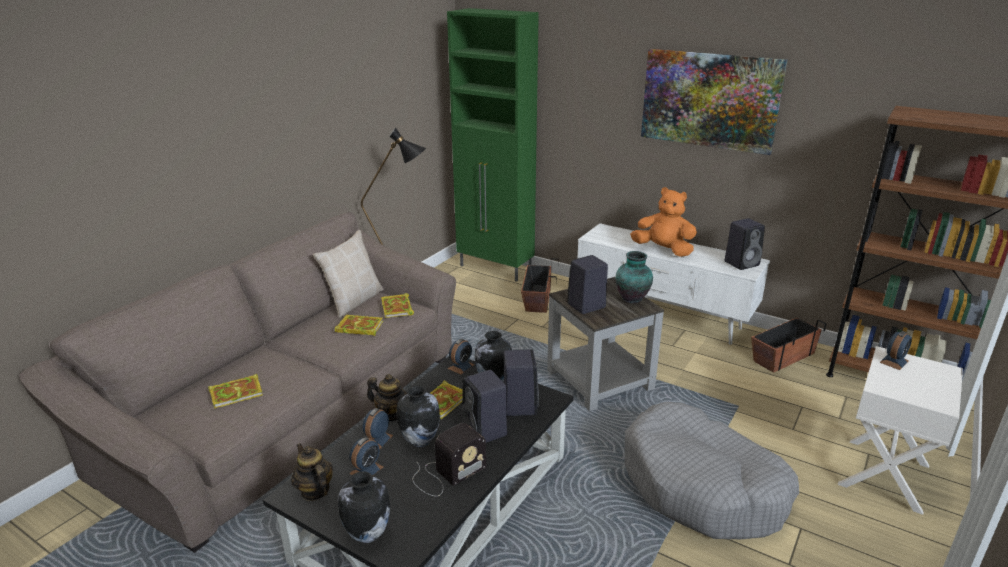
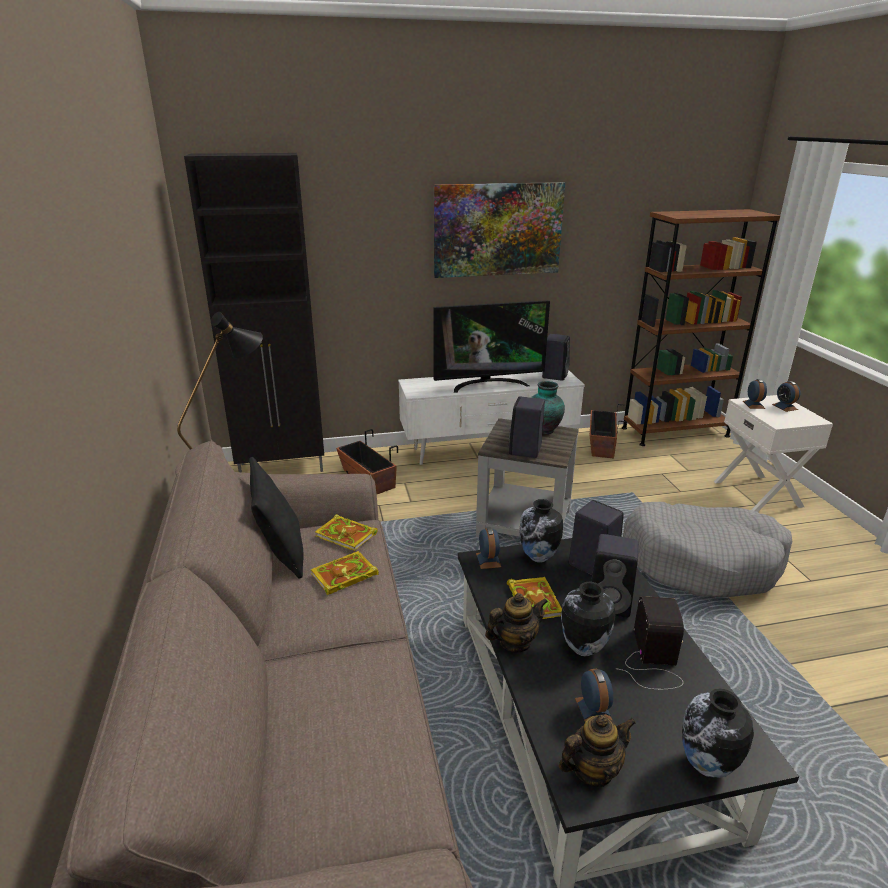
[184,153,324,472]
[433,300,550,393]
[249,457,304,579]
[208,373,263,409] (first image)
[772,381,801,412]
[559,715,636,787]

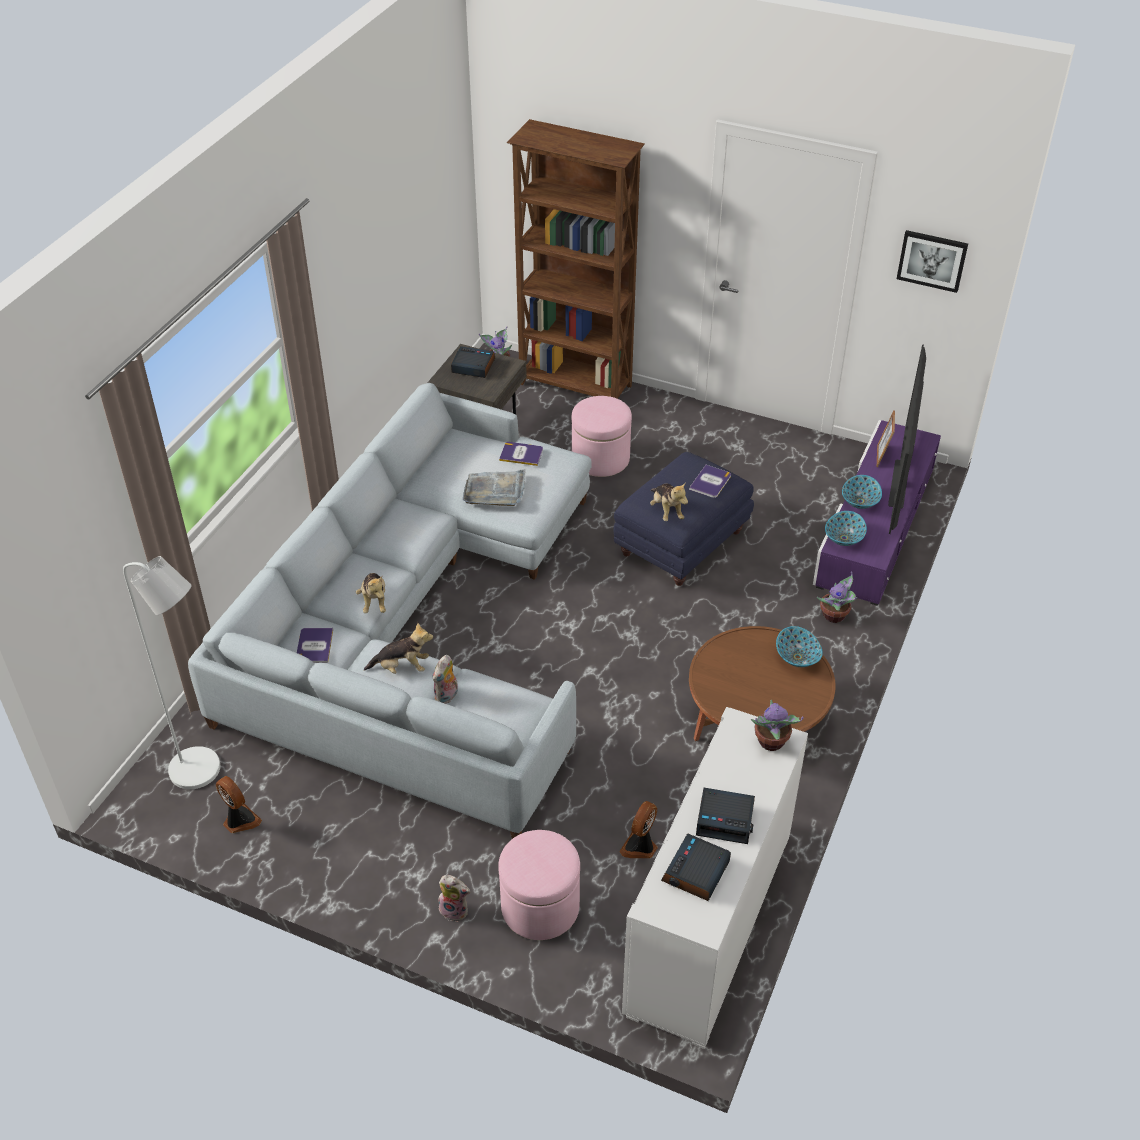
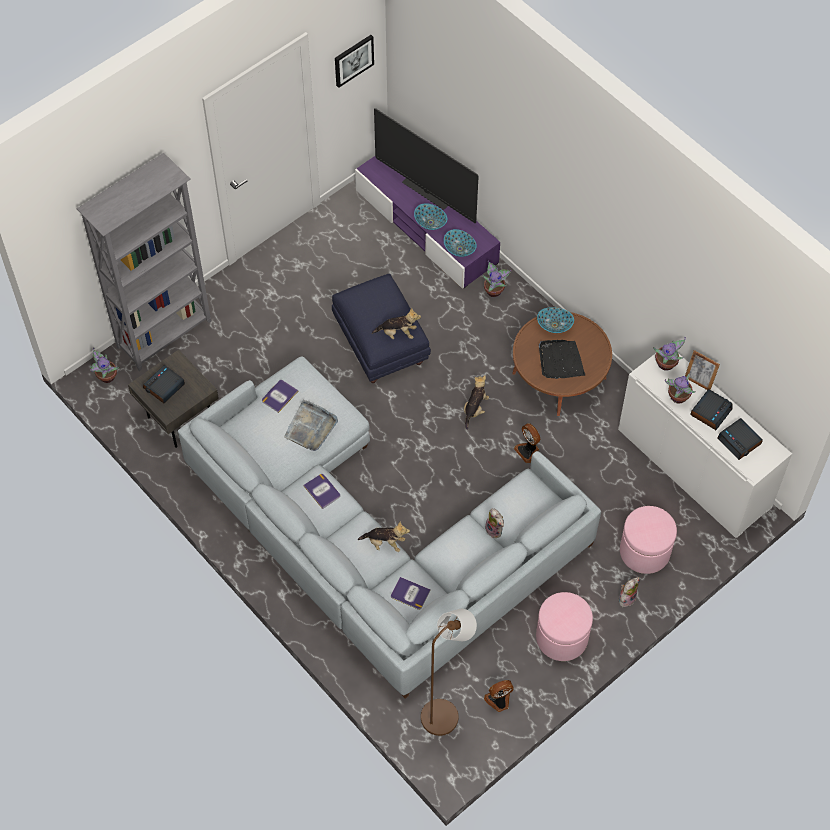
[77,153,211,371]
[536,592,593,661]
[685,350,720,390]
[303,474,340,509]
[421,609,477,736]
[464,376,489,430]
[514,423,540,463]
[539,340,585,379]
[665,374,696,404]

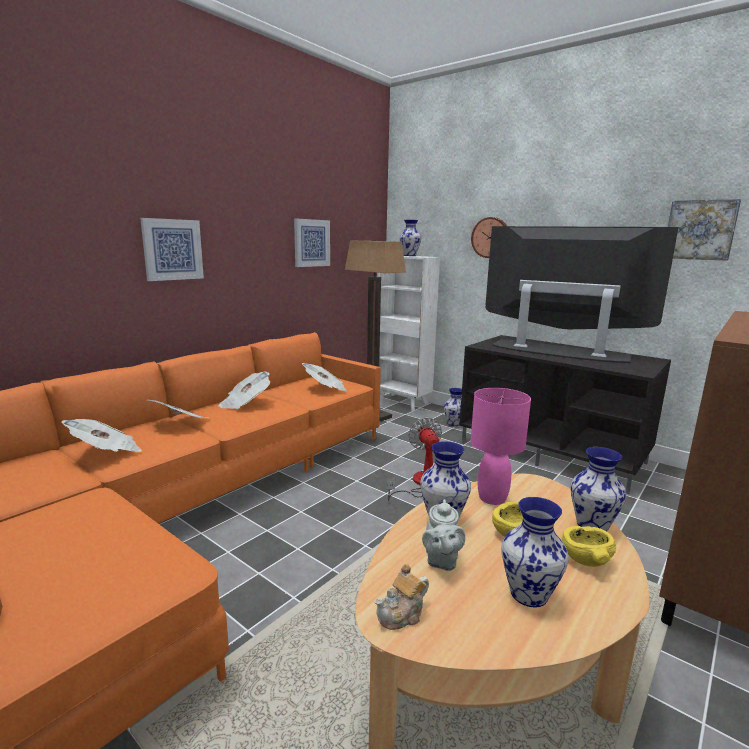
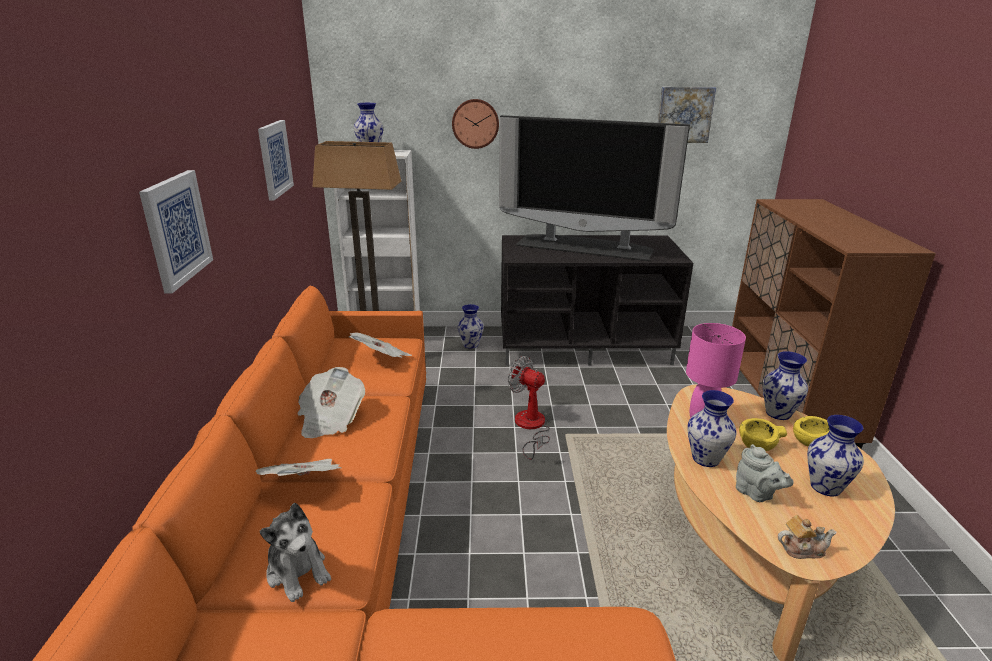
[499,115,690,261]
[260,503,331,602]
[778,515,836,559]

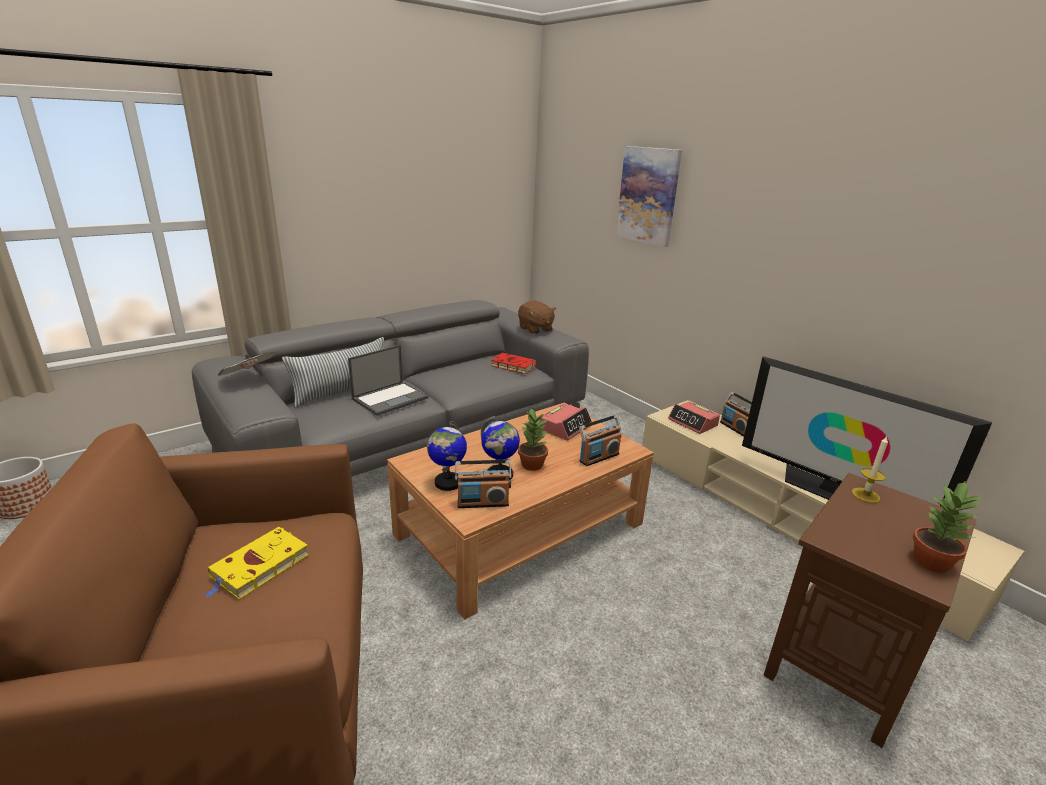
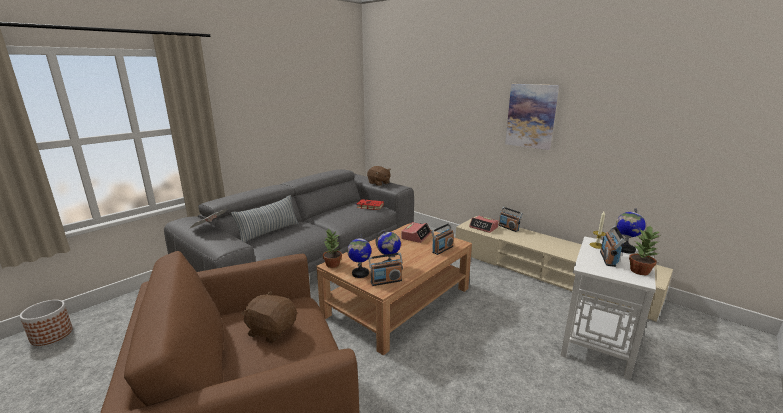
[505,84,559,150]
[348,345,429,416] (first image)
[742,356,993,507] (first image)
[323,229,342,268]
[560,236,656,380]
[242,291,297,343]
[616,208,646,253]
[600,226,625,267]

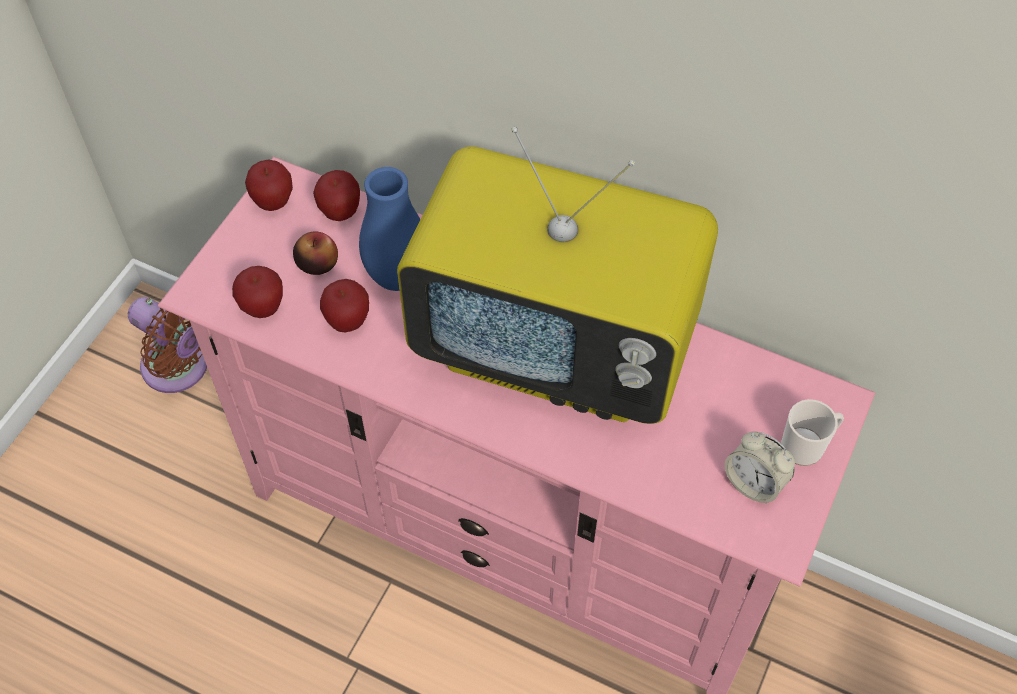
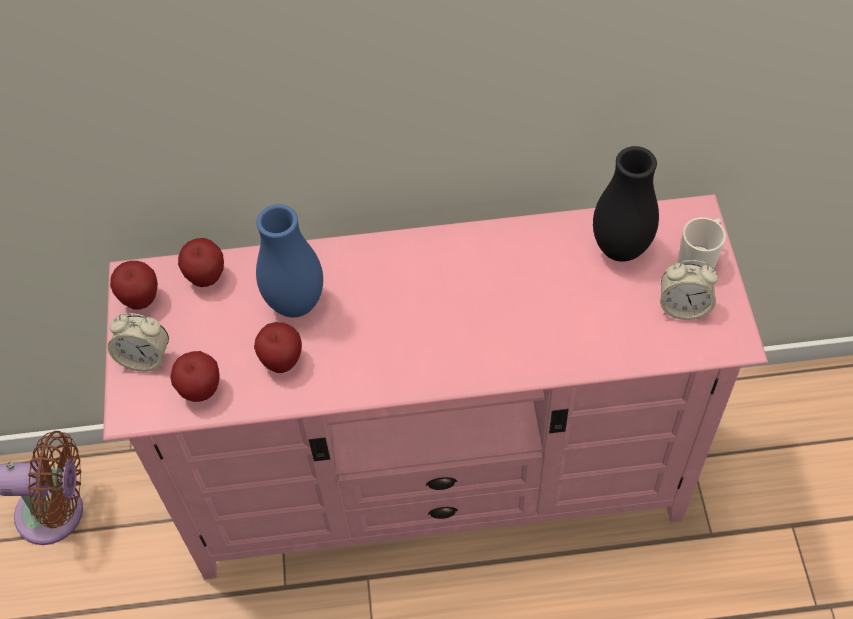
[397,127,718,424] (first image)
[293,231,338,275] (first image)
[593,146,659,262]
[108,313,169,372]

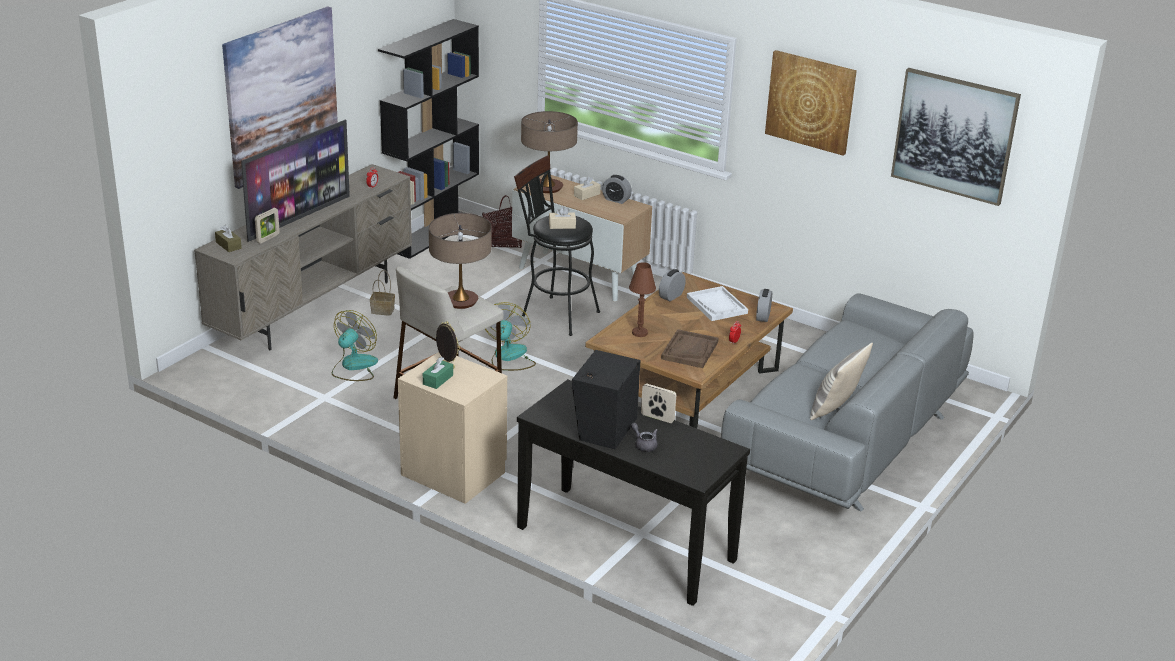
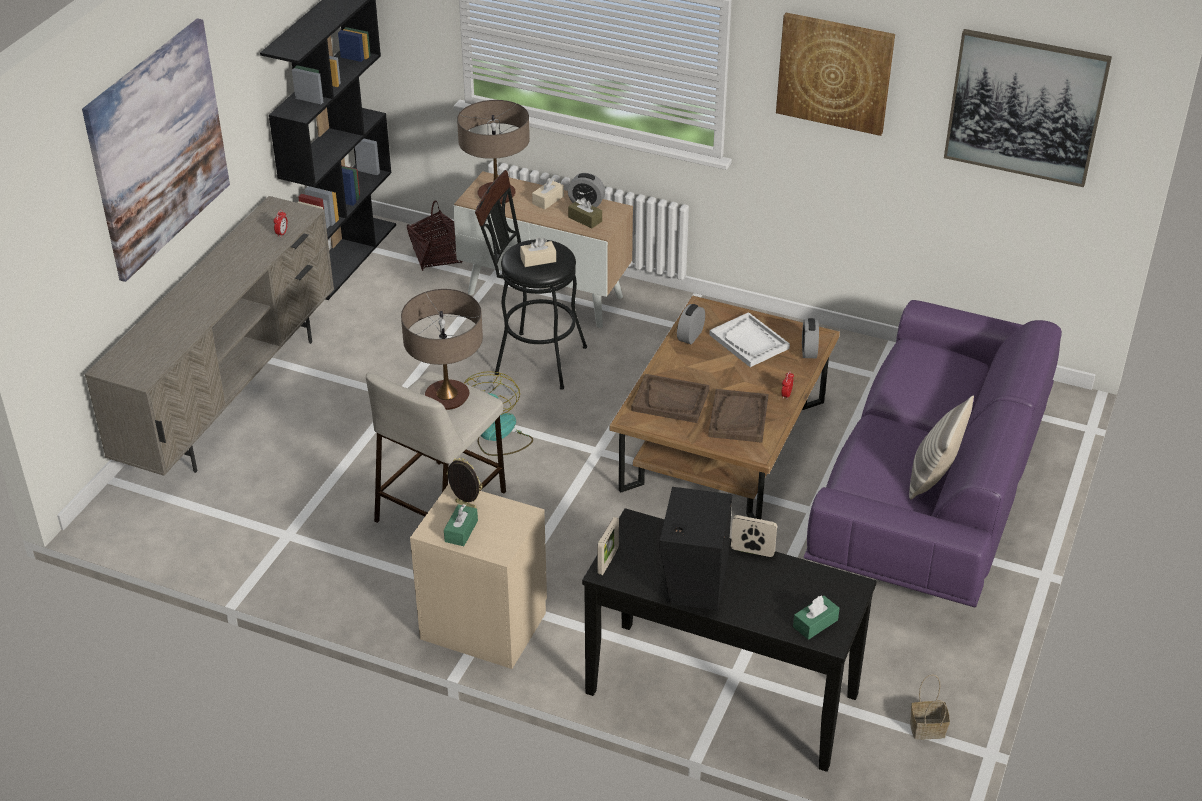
[241,119,350,242] (first image)
[597,517,619,575]
[568,197,602,228]
[631,374,710,423]
[910,674,950,739]
[804,300,1062,607]
[332,310,378,381] (first image)
[631,422,658,452] (first image)
[793,596,840,640]

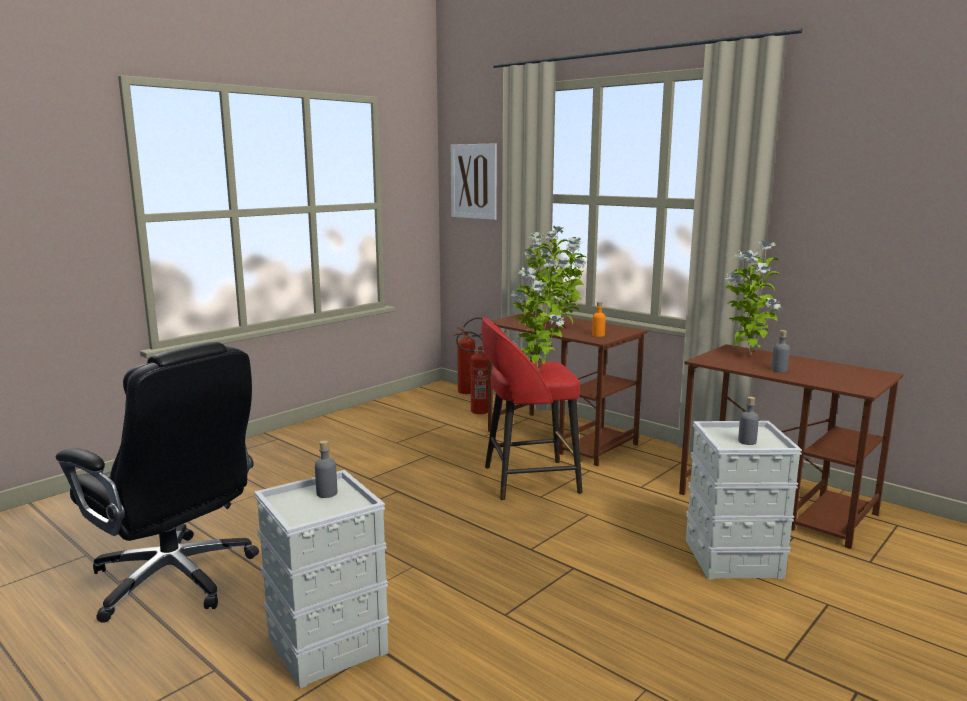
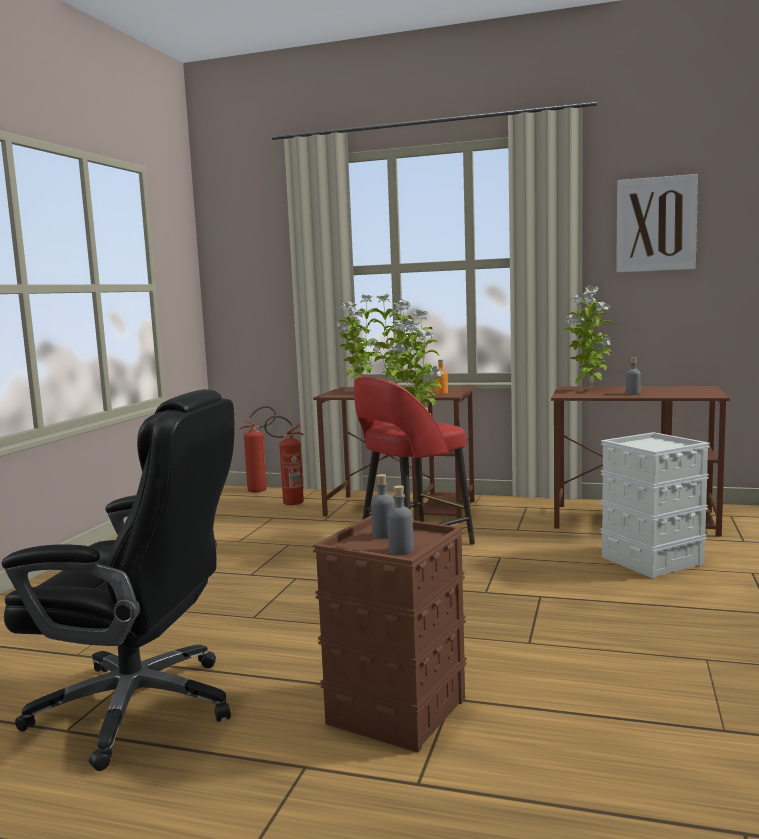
[616,174,698,273]
[388,485,414,554]
[313,515,467,752]

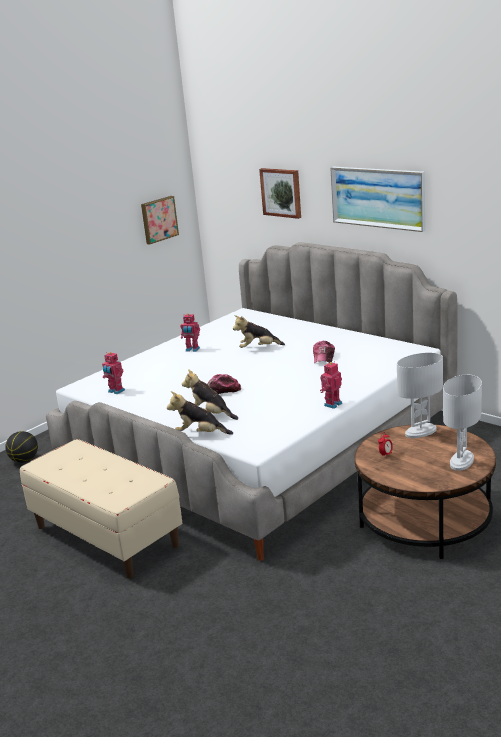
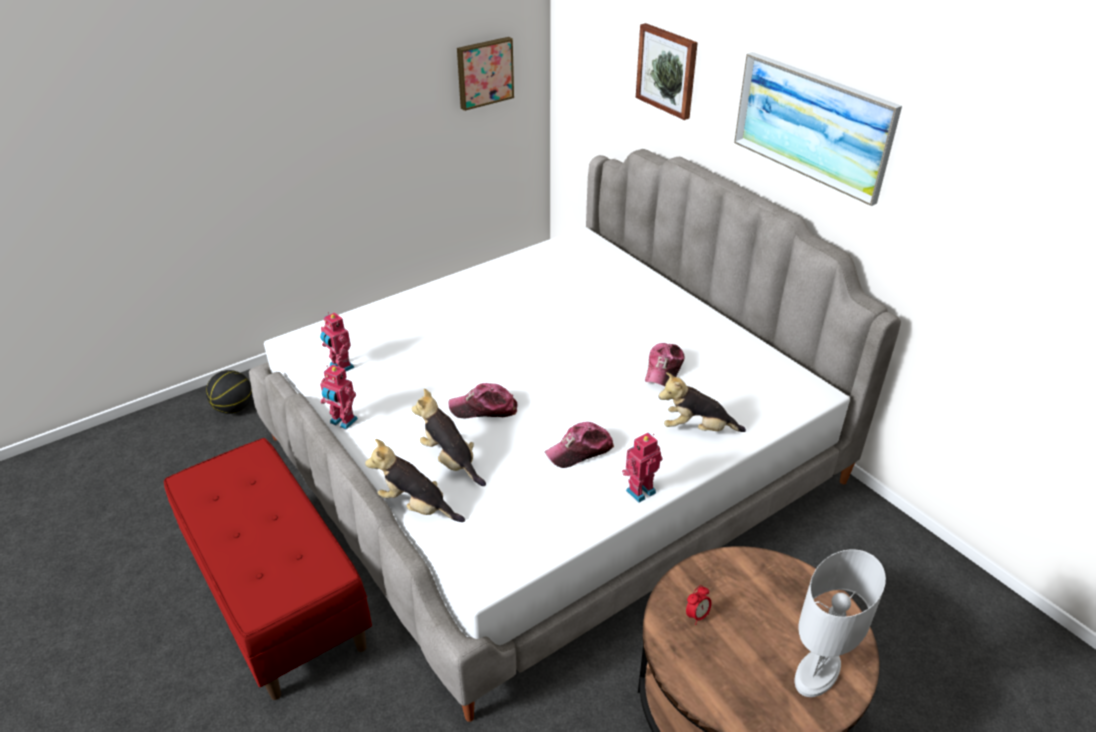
[320,364,358,429]
[658,372,746,432]
[397,353,443,438] (first image)
[164,438,372,700]
[545,422,614,468]

